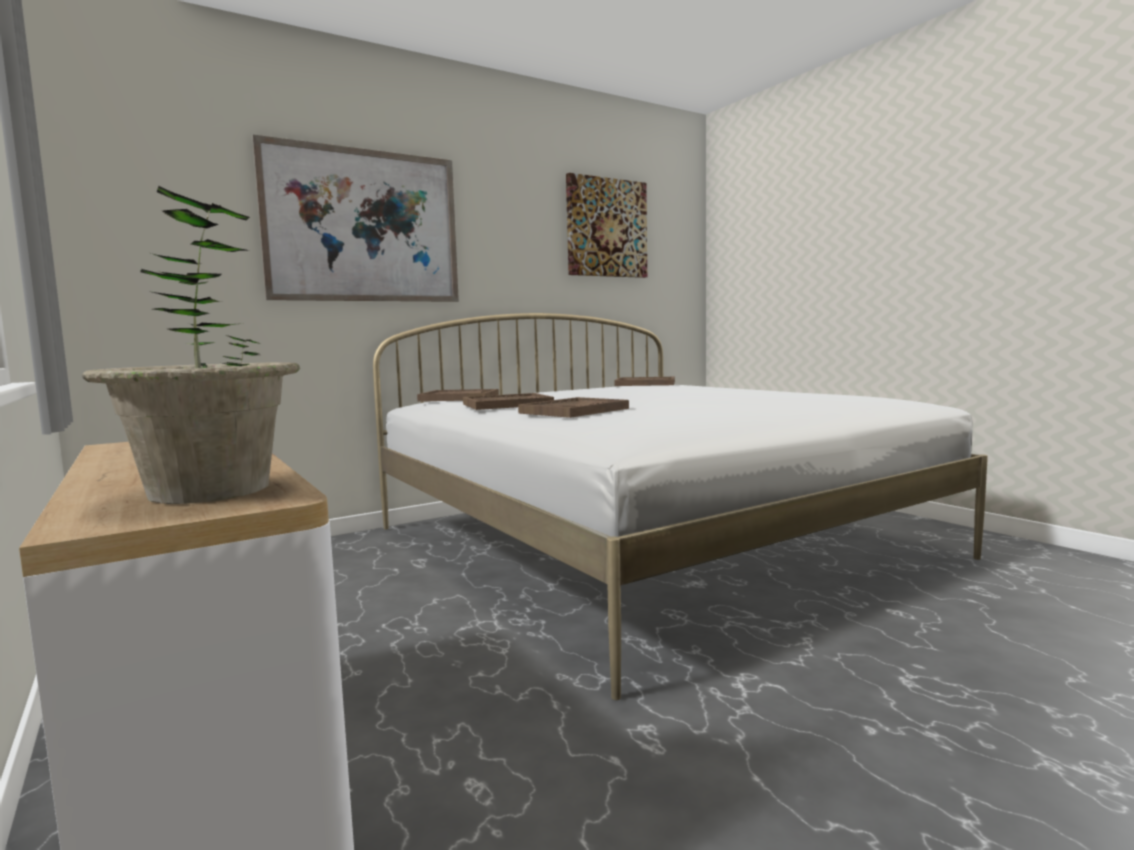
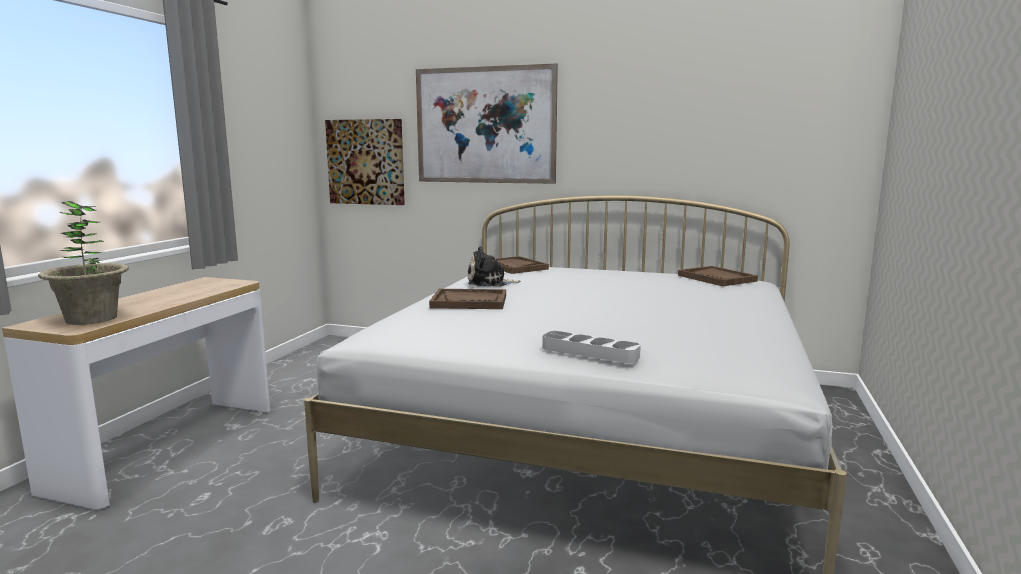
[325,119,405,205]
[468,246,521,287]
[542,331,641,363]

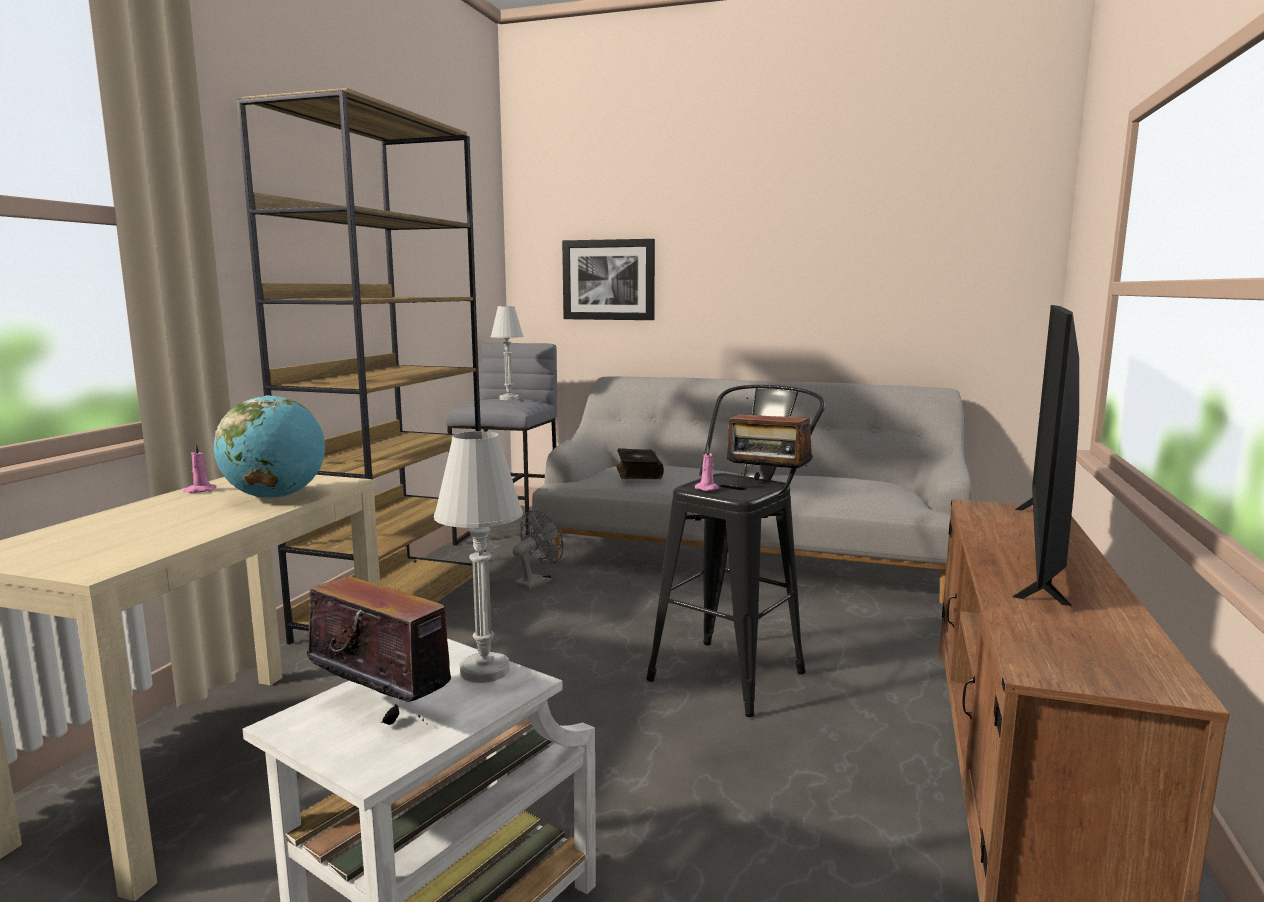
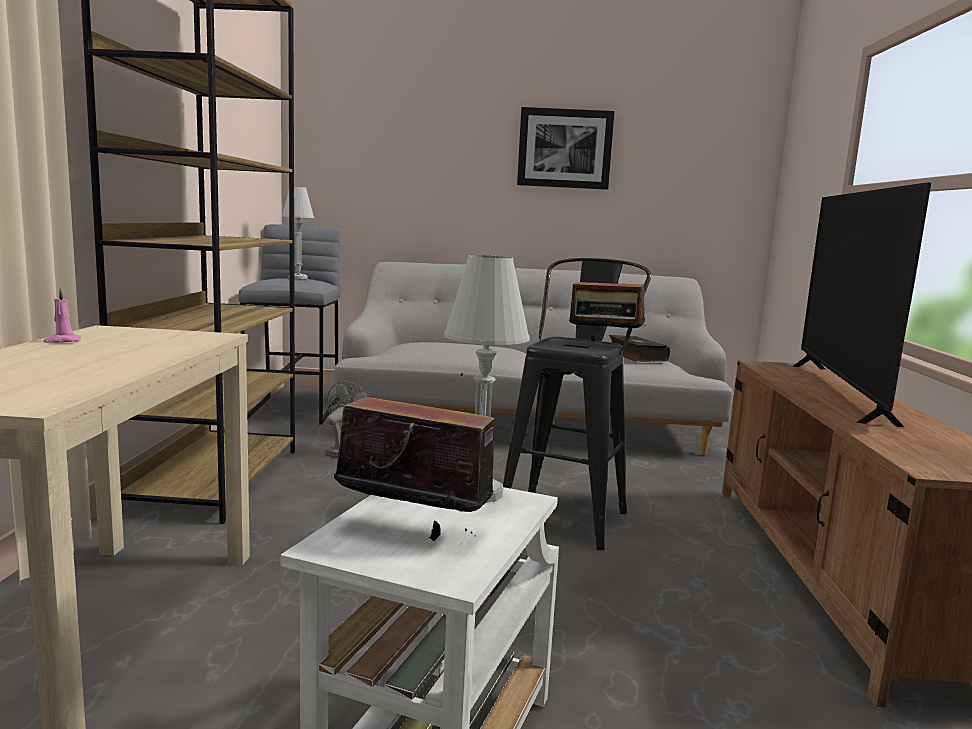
[517,107,615,190]
[214,395,325,499] (first image)
[695,446,719,491] (first image)
[609,335,670,362]

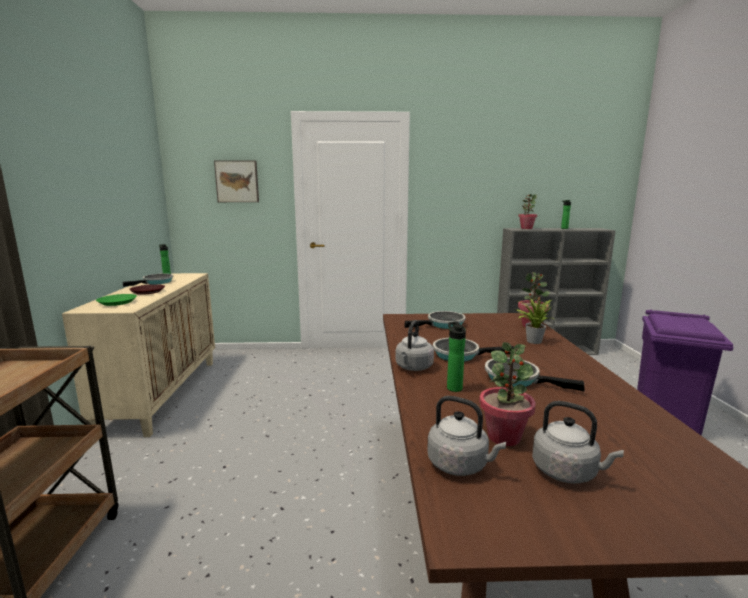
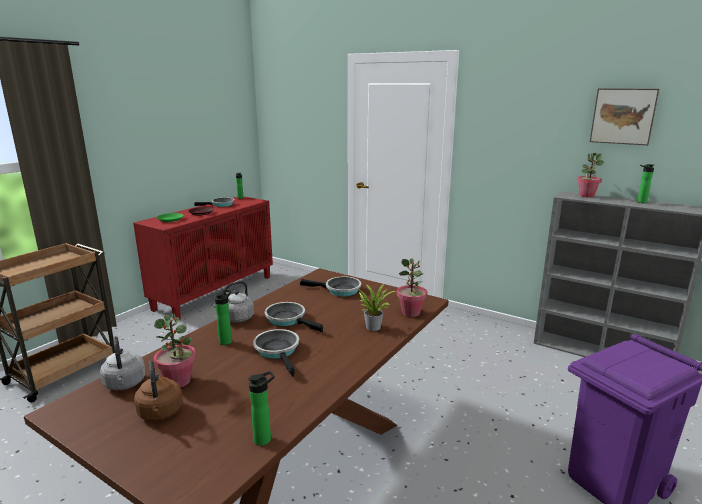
[590,88,659,145]
[133,196,273,320]
[134,361,183,421]
[248,371,275,446]

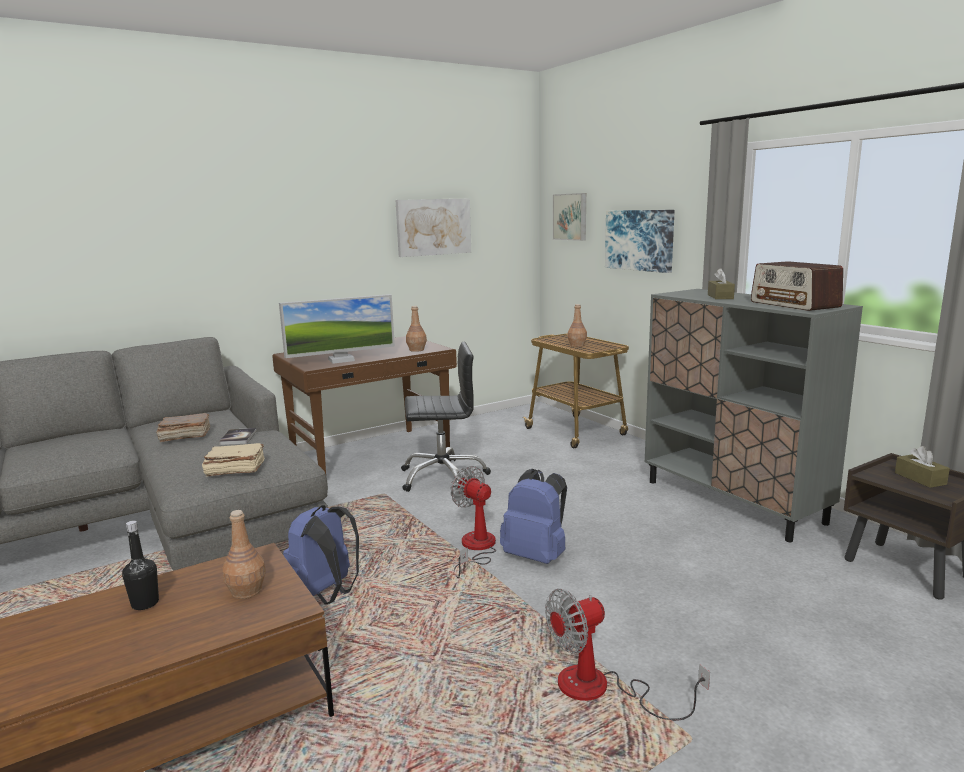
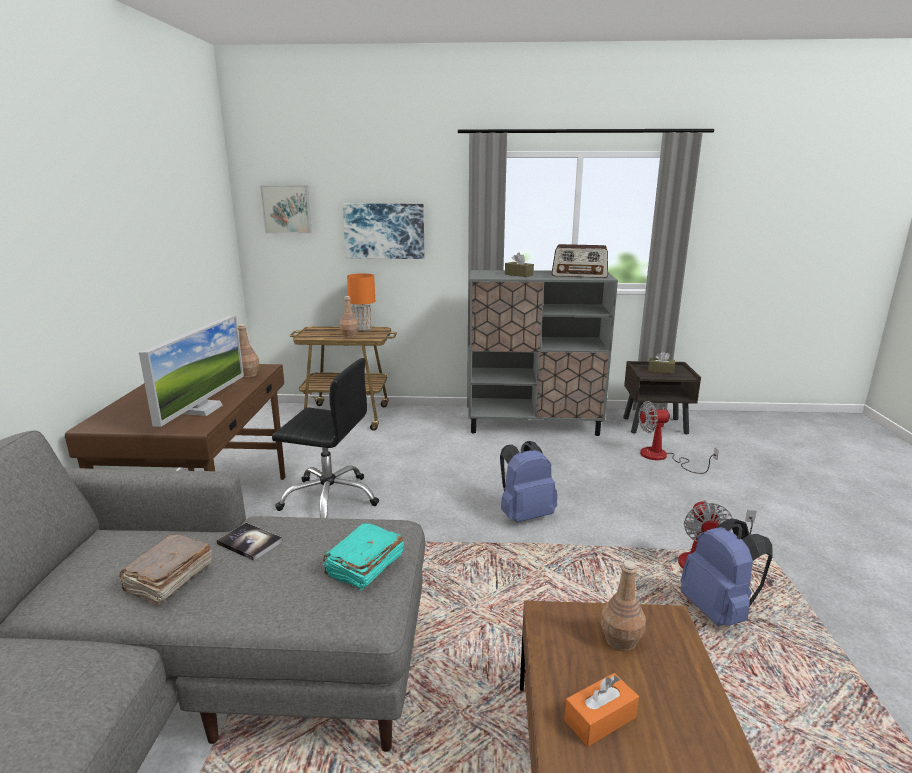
[396,199,471,257] (first image)
[272,358,379,518]
[323,523,404,591]
[638,401,719,474]
[681,518,773,626]
[564,673,639,746]
[347,273,375,331]

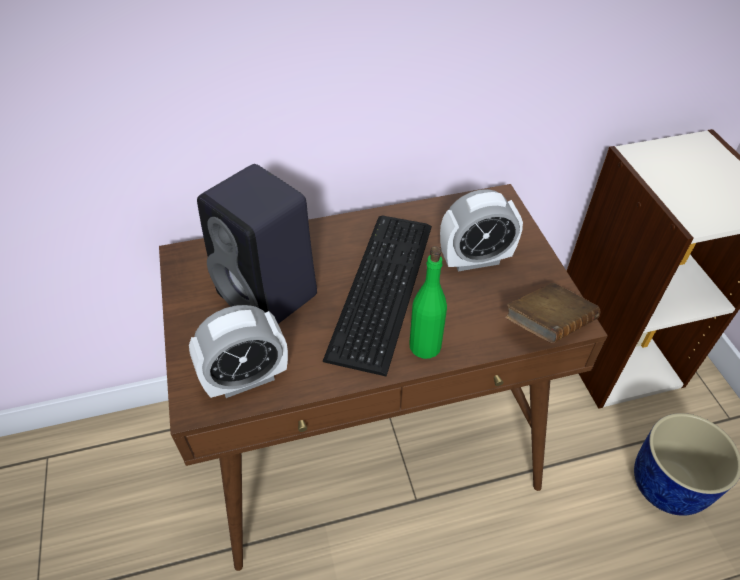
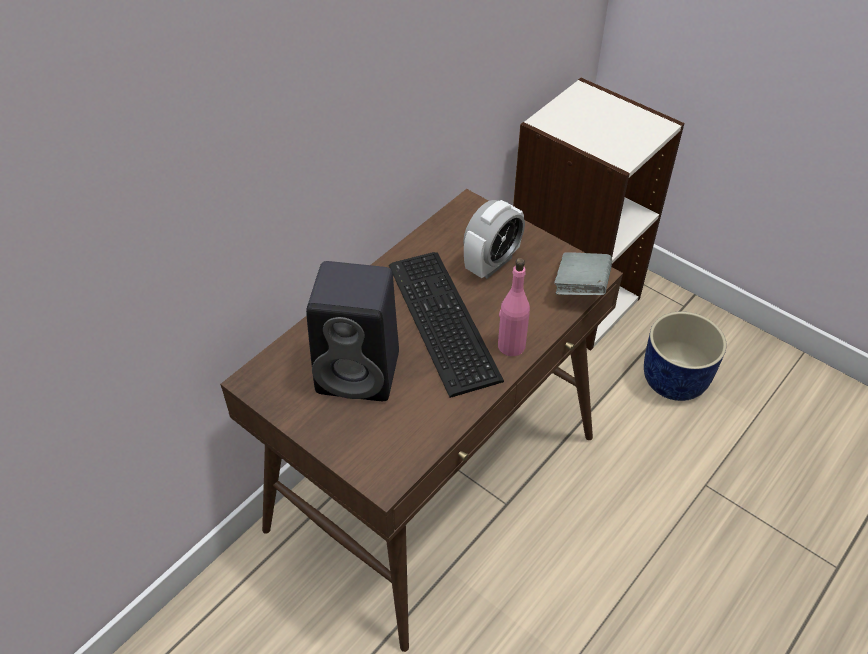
[498,258,530,356]
[554,252,612,295]
[189,305,288,398] (first image)

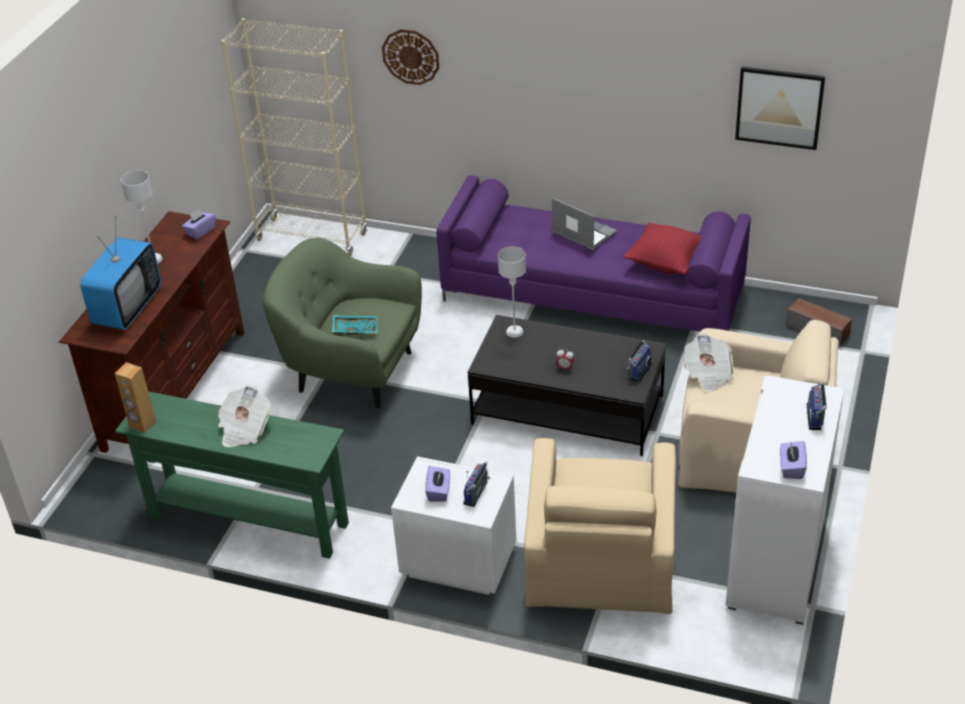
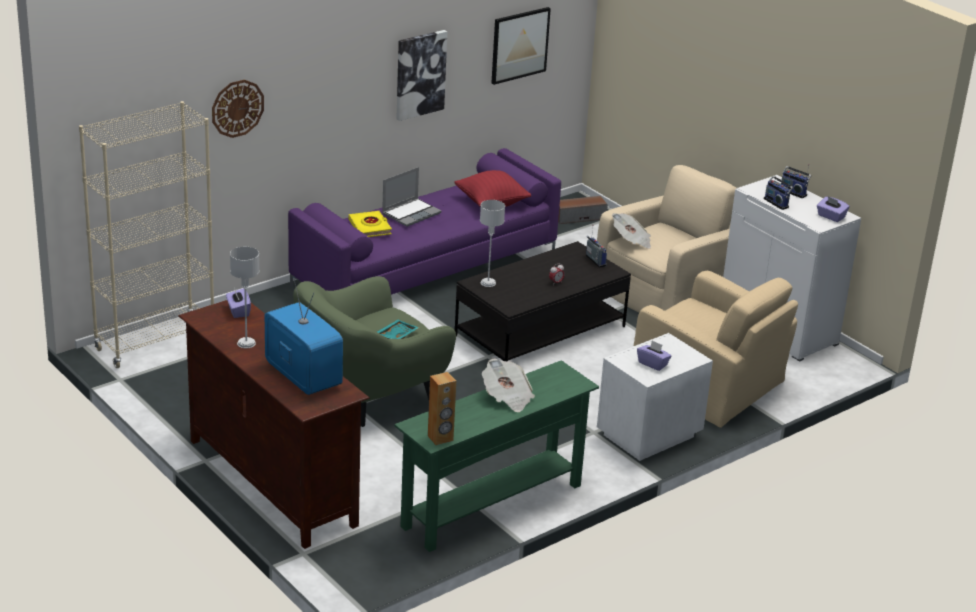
[382,167,441,227]
[764,175,793,210]
[396,30,447,121]
[348,211,392,237]

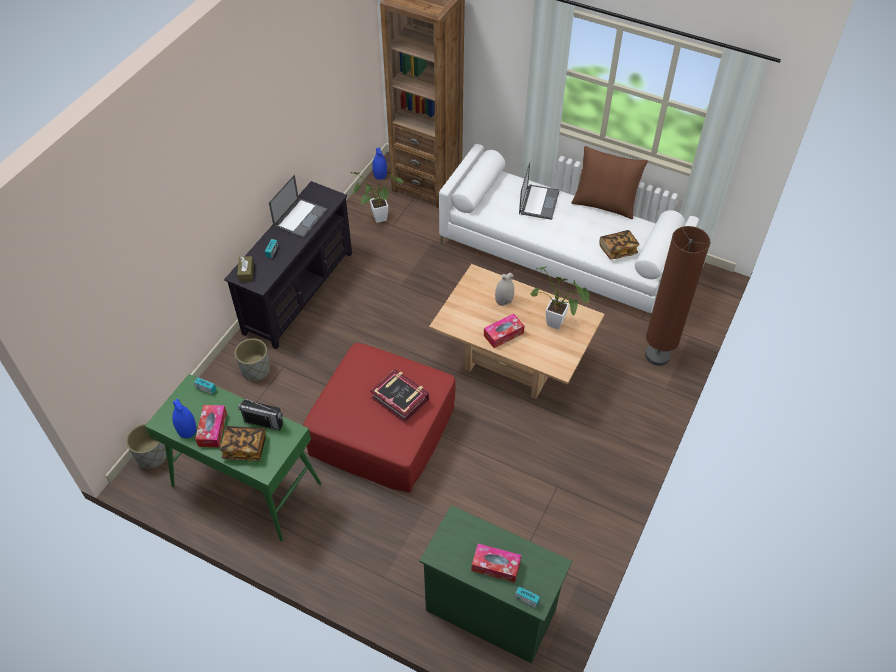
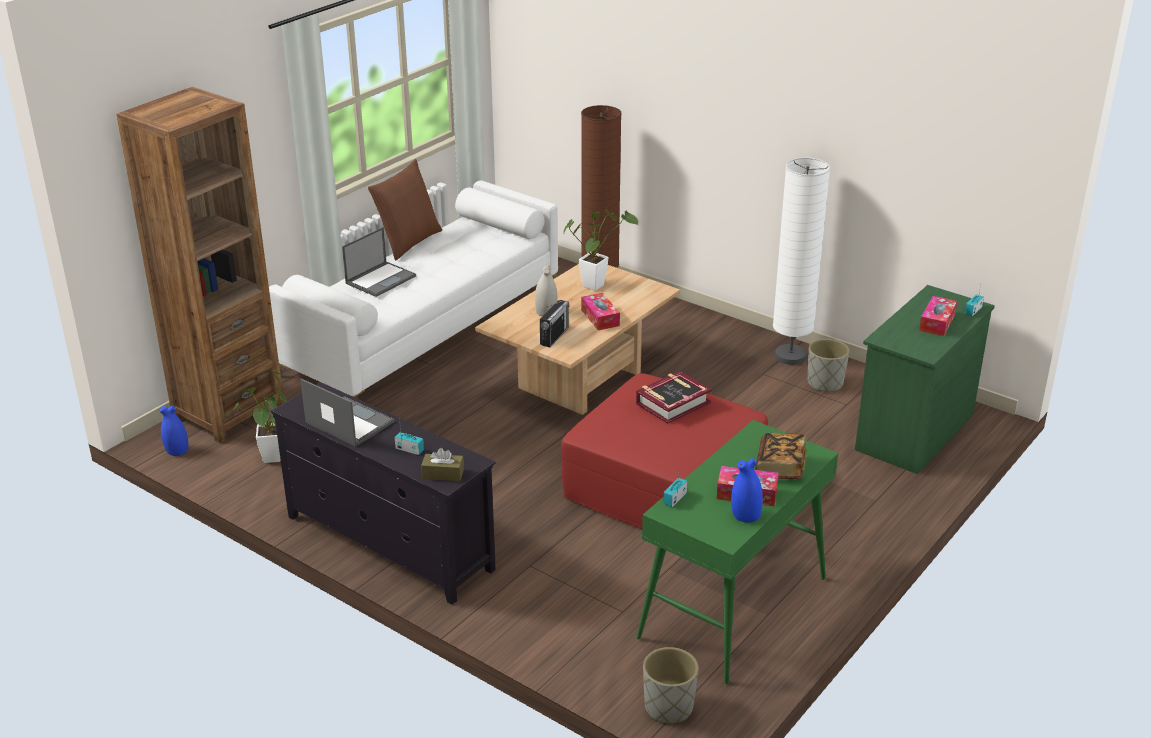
[342,227,416,297]
[600,230,640,260] (first image)
[808,339,849,392]
[540,300,570,347]
[773,158,830,365]

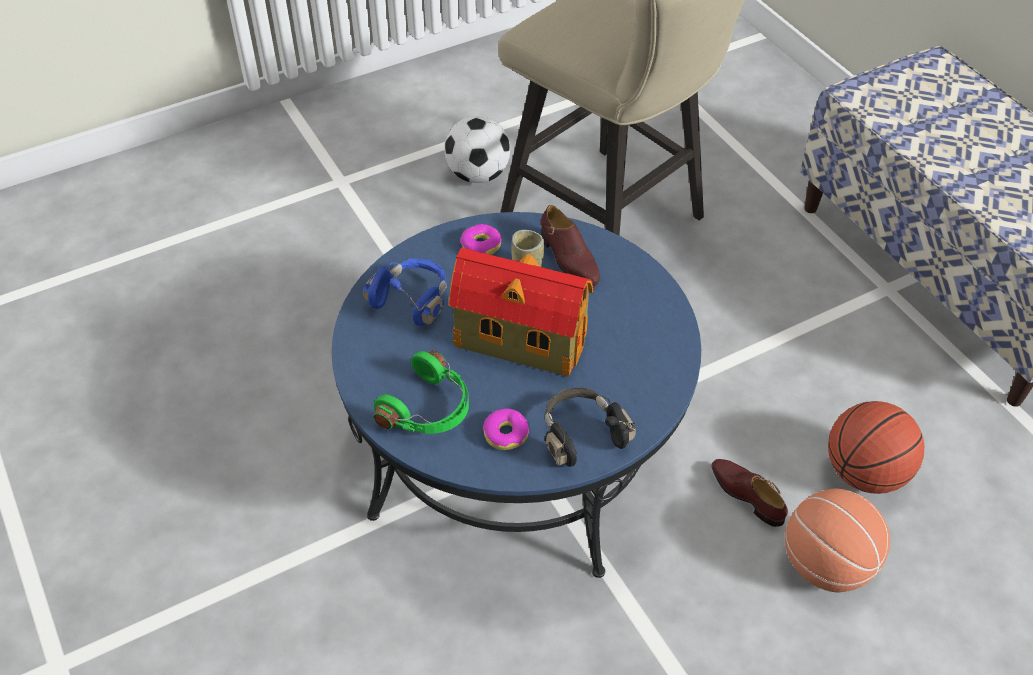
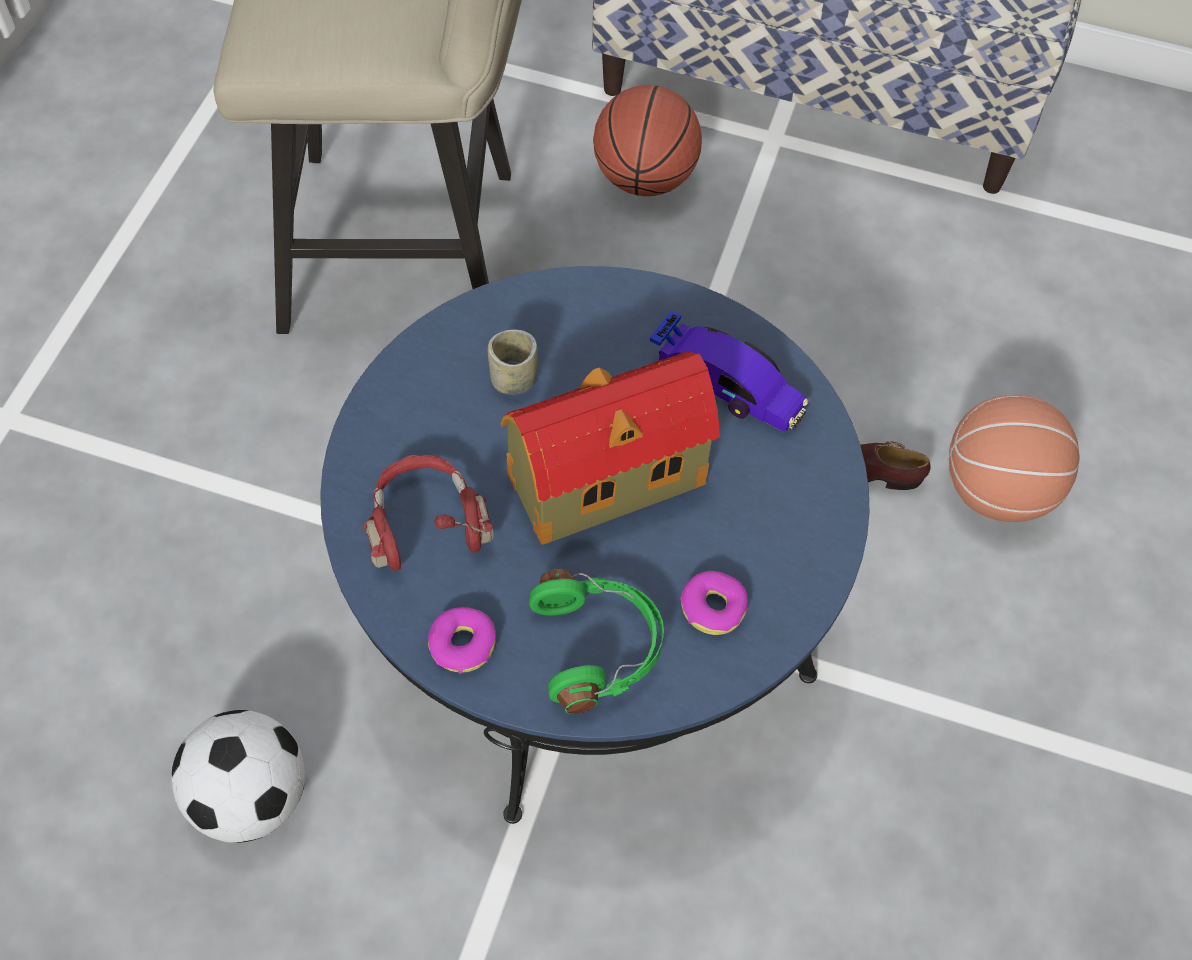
[171,710,305,843]
[541,205,600,286] (first image)
[428,607,496,674]
[363,455,494,571]
[544,388,636,467] (first image)
[593,85,702,196]
[650,311,808,431]

